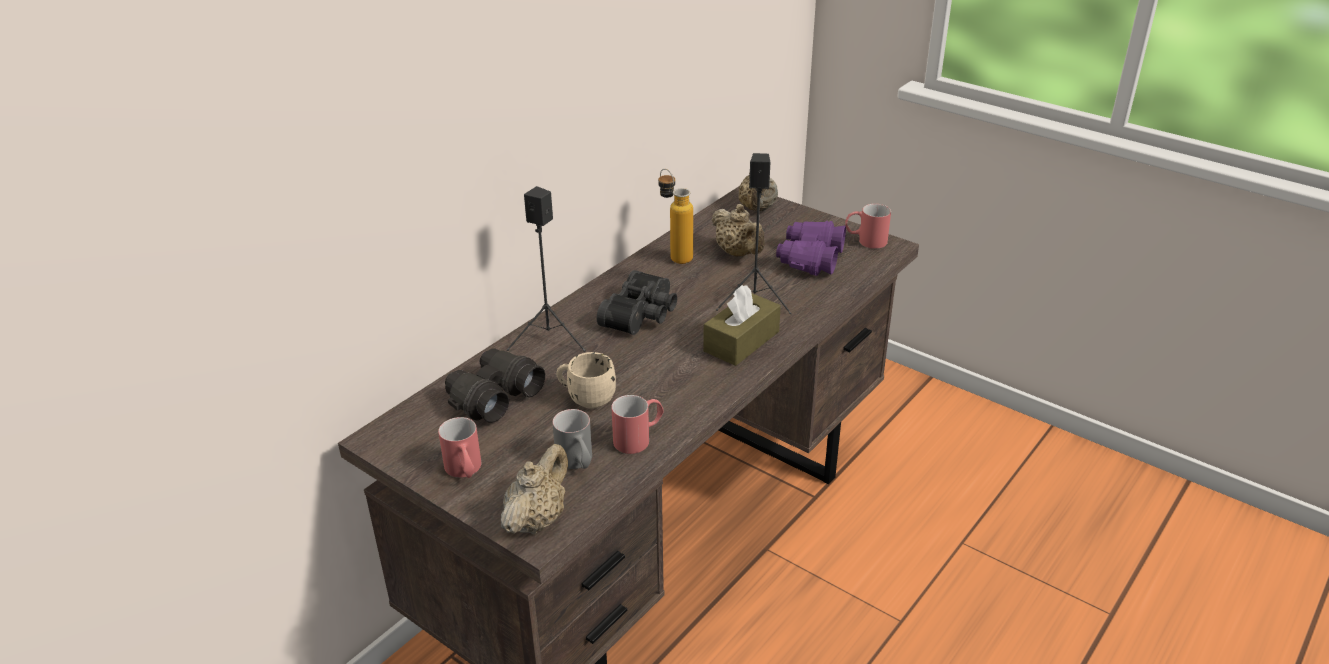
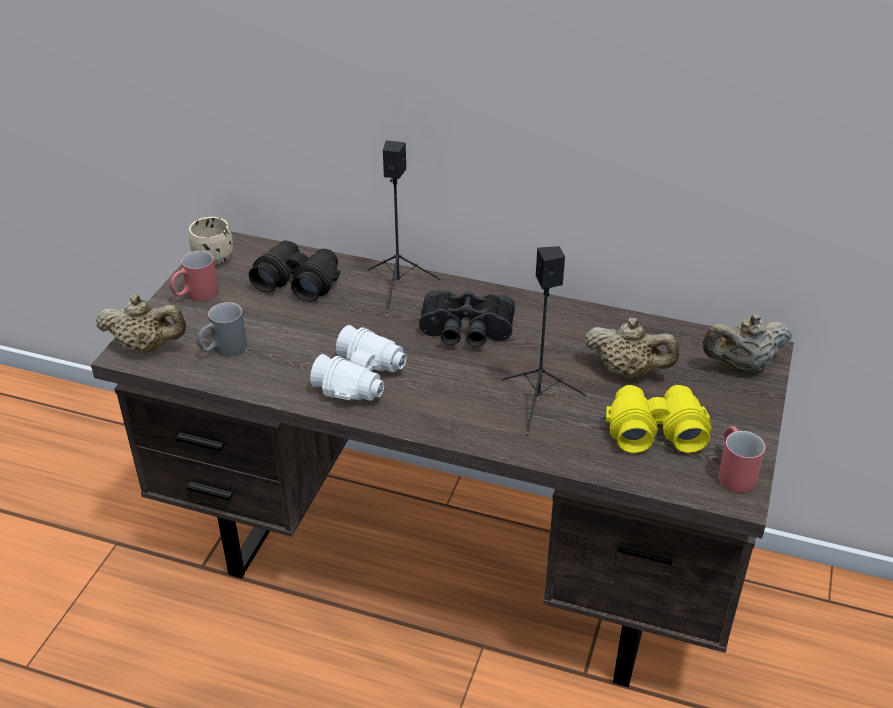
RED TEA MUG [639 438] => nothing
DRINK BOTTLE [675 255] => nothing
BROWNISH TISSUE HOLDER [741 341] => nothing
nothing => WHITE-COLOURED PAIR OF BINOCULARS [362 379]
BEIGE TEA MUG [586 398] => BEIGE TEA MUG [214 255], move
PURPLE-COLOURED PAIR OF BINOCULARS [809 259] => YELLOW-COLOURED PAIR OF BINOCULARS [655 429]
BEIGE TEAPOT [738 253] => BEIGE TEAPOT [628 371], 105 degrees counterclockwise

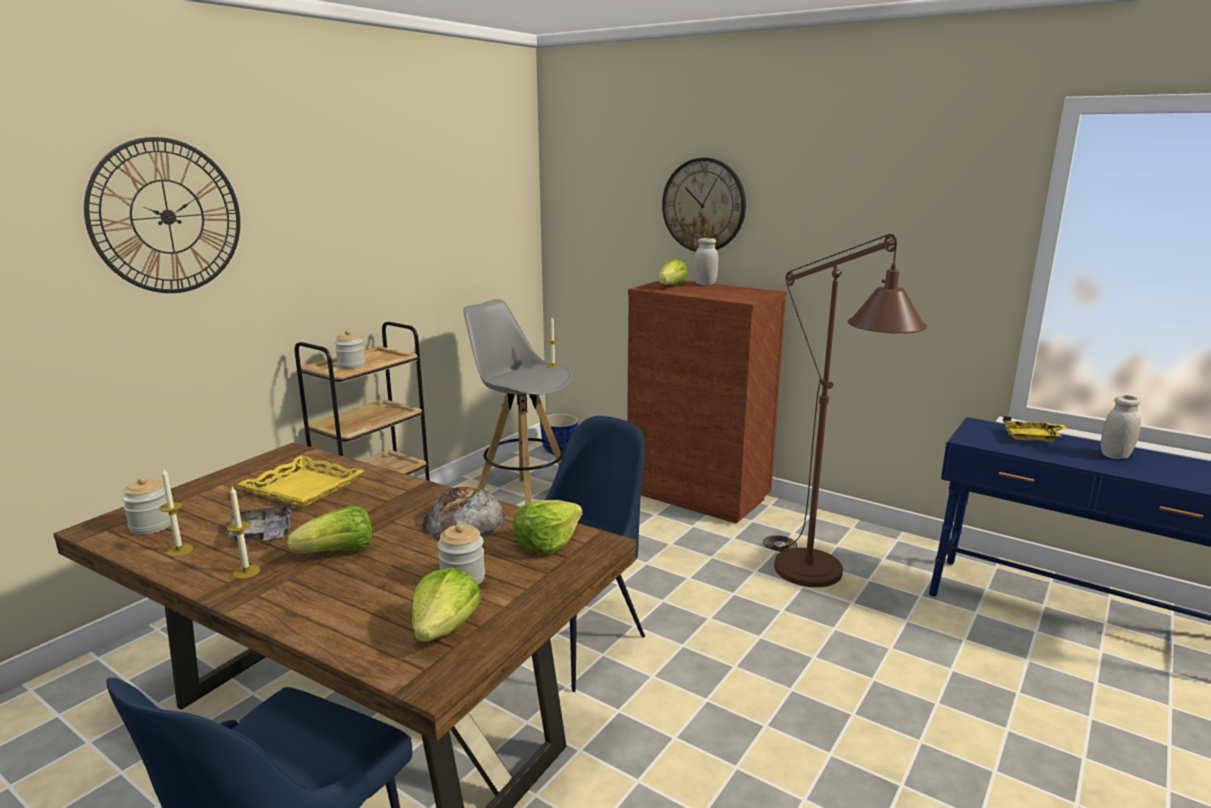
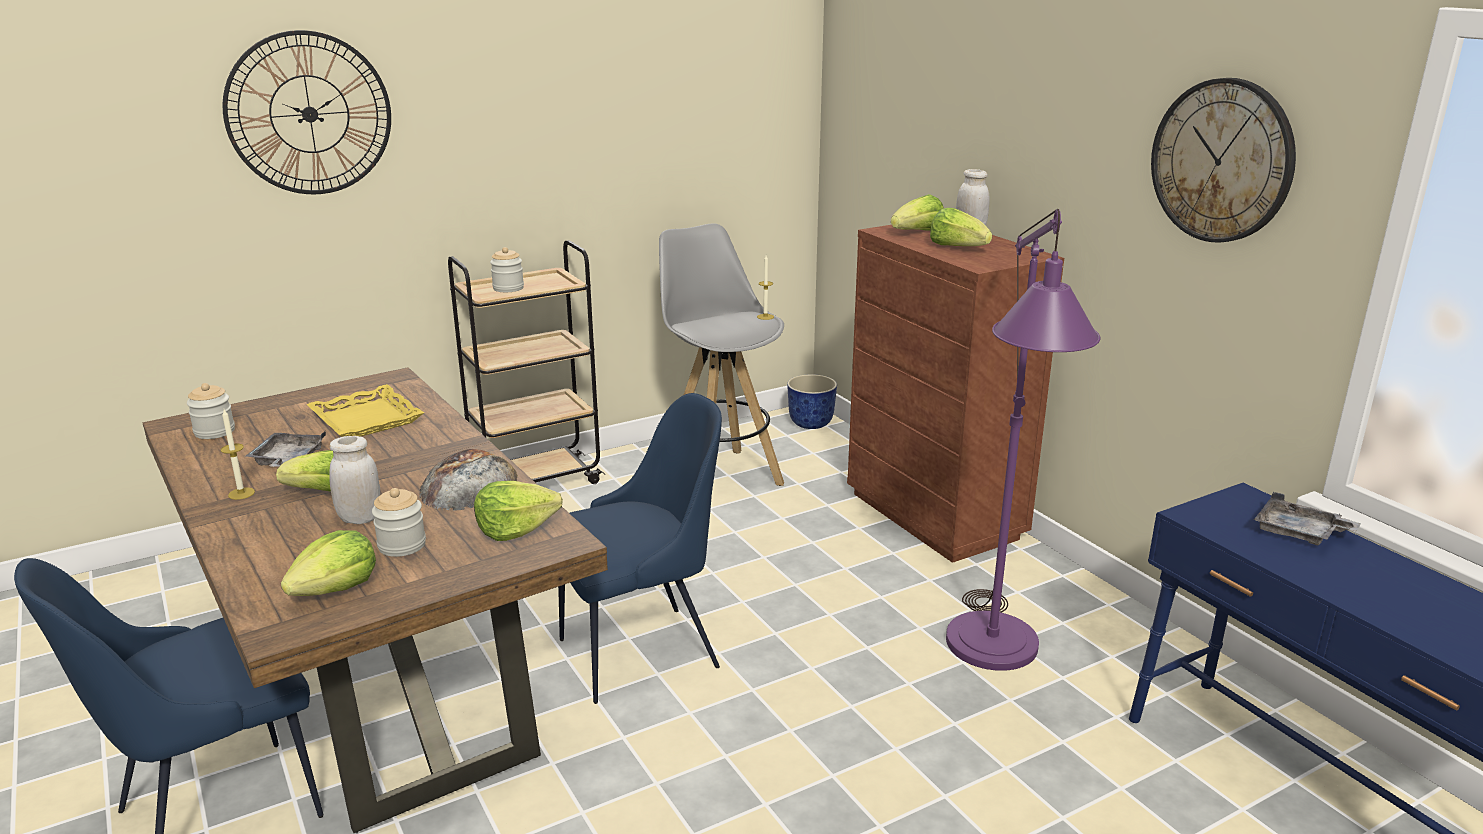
WAX CANDLE [179 550] => nothing
nothing => HEAD OF LETTUCE [957 247]
WALL CLOCK [704 205] => WALL CLOCK [1222 161], move
WHITE-COLOURED PRESERVE JAR [1115 456] => WHITE-COLOURED PRESERVE JAR [360 518], move
BROWNISH FLOOR LAMP [818 579] => PURPLE-COLOURED FLOOR LAMP [993 659]
YELLOW-COLOURED CARRYING TRAY [1032 438] => GRAY CARRYING TRAY [1299 533]

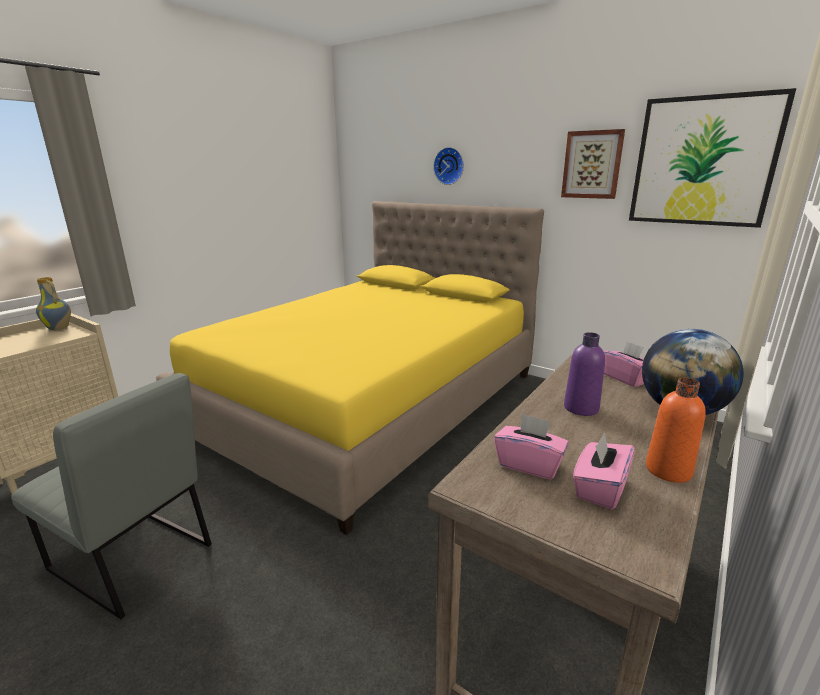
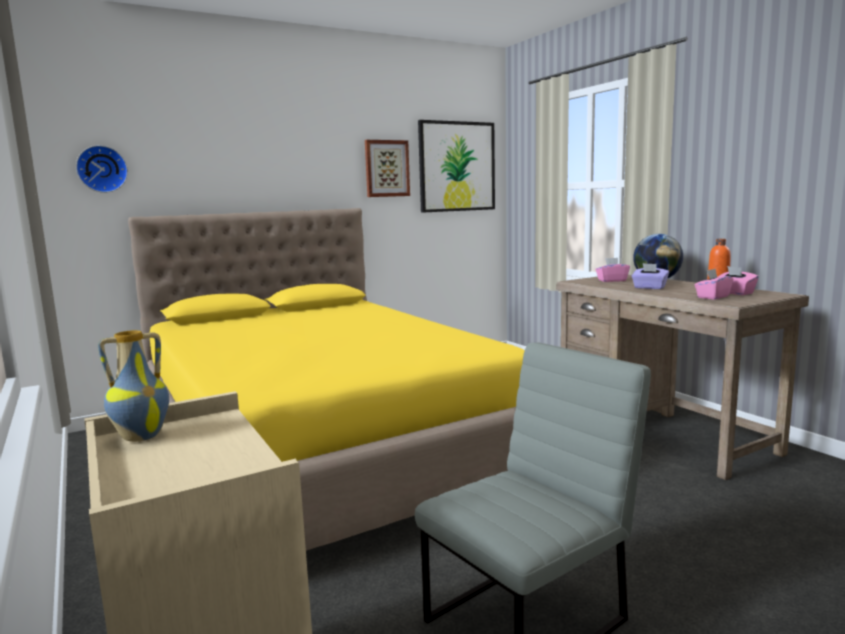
WALL CLOCK [449 166] => WALL CLOCK [102 169], move
PURPLE-COLOURED DRINK BOTTLE [581 408] => PURPLE-COLOURED TISSUE HOLDER [649 288]

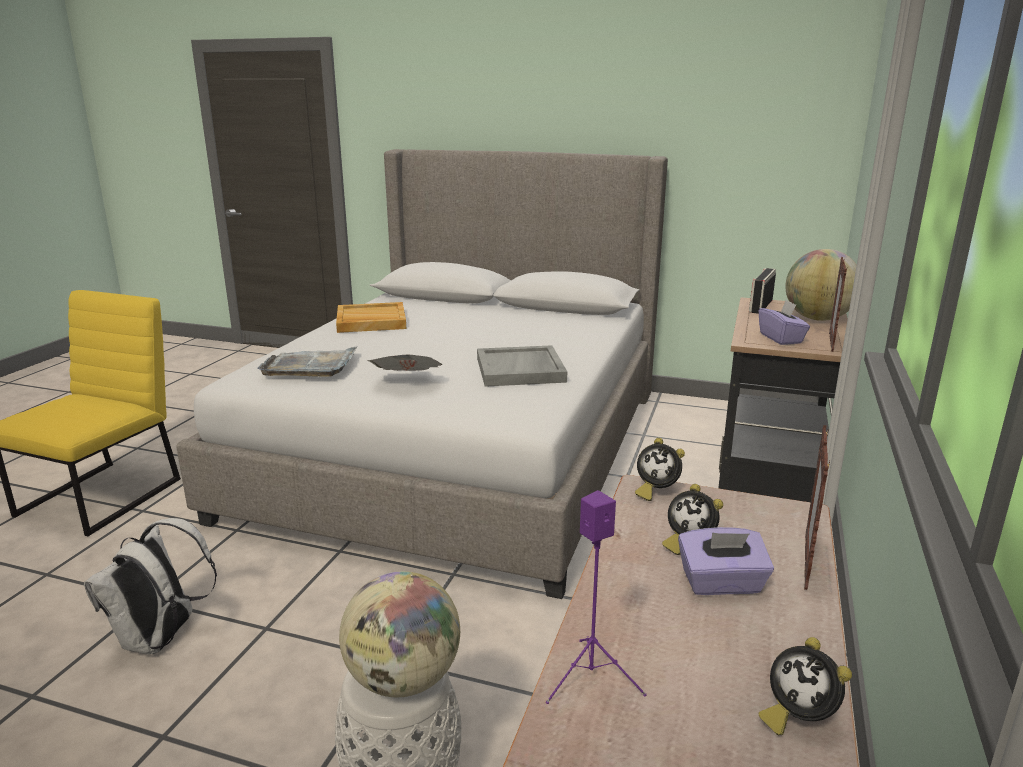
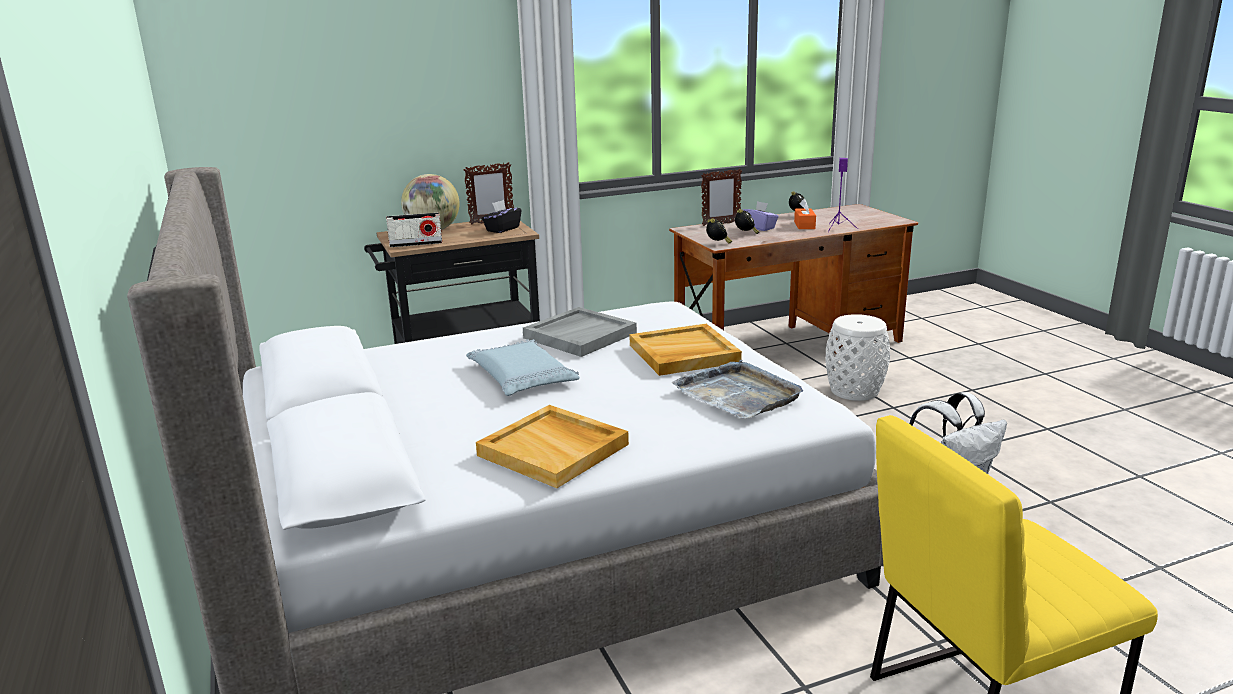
GLOBE [403 680] => nothing
nothing => BLUE THROW PILLOW [521 375]
nothing => ORANGEY TISSUE HOLDER [804 225]
DAILY PAPER [407 382] => BEIGE CARRYING TRAY [683 354]
PURPLE-COLOURED TISSUE HOLDER [781 338] => BLACK TISSUE HOLDER [502 229]

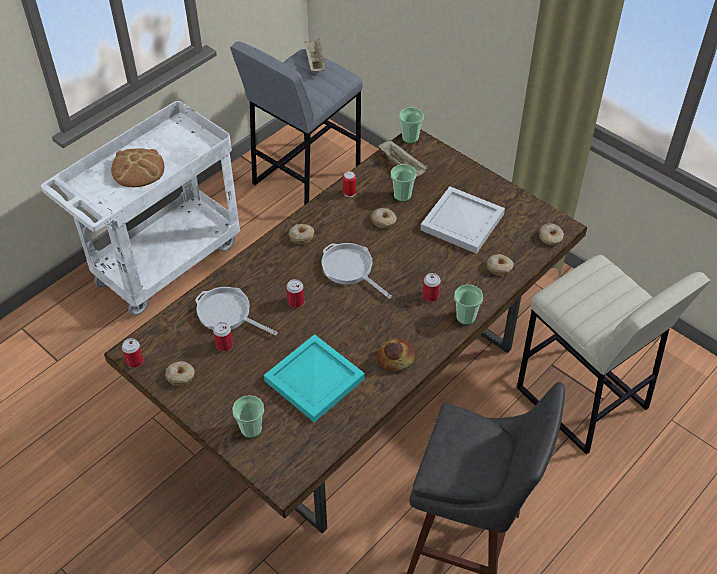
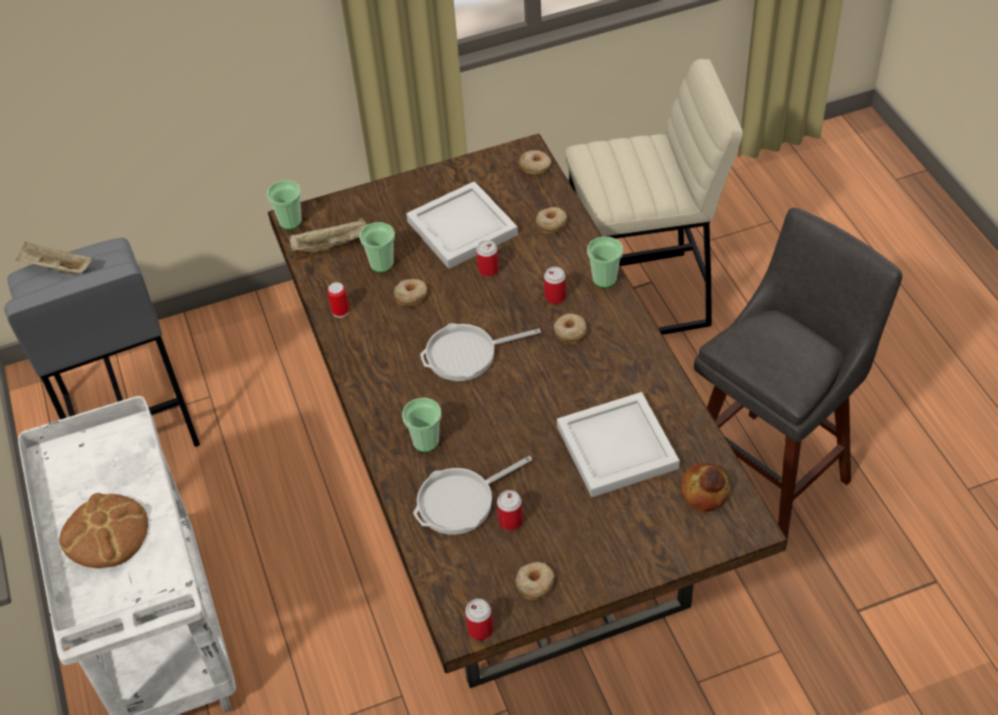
CUP [251 429] => CUP [426 442], move
METAL CAN [296 302] => METAL CAN [488 270], move
DOUGHNUT [301 236] => DOUGHNUT [570 332], move
BAKERY BREAD [395 359] => BAKERY BREAD [705 492], move
BLUE-GREEN CARRYING TRAY [314 381] => WHITE-COLOURED CARRYING TRAY [619 448]

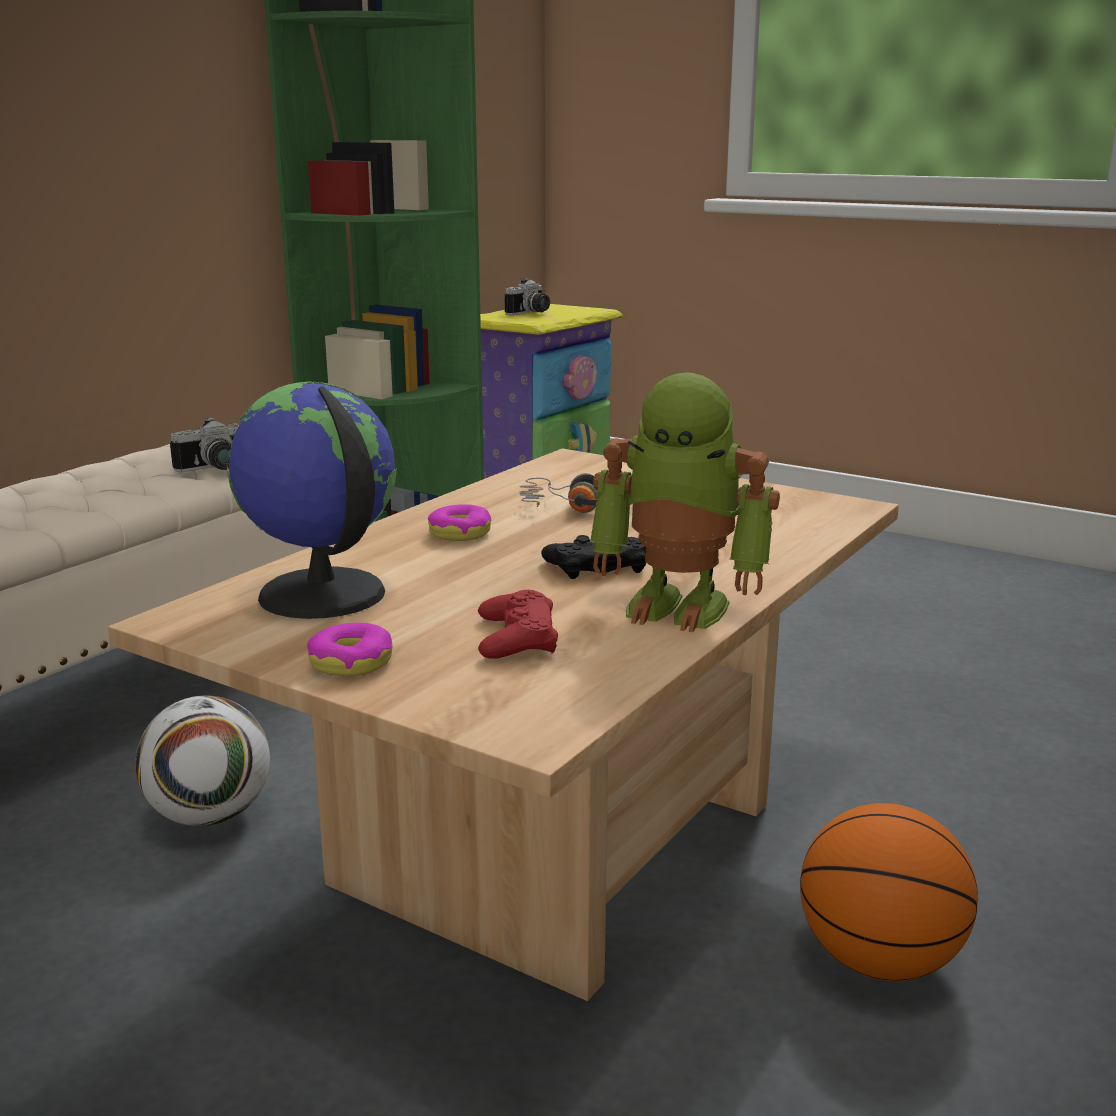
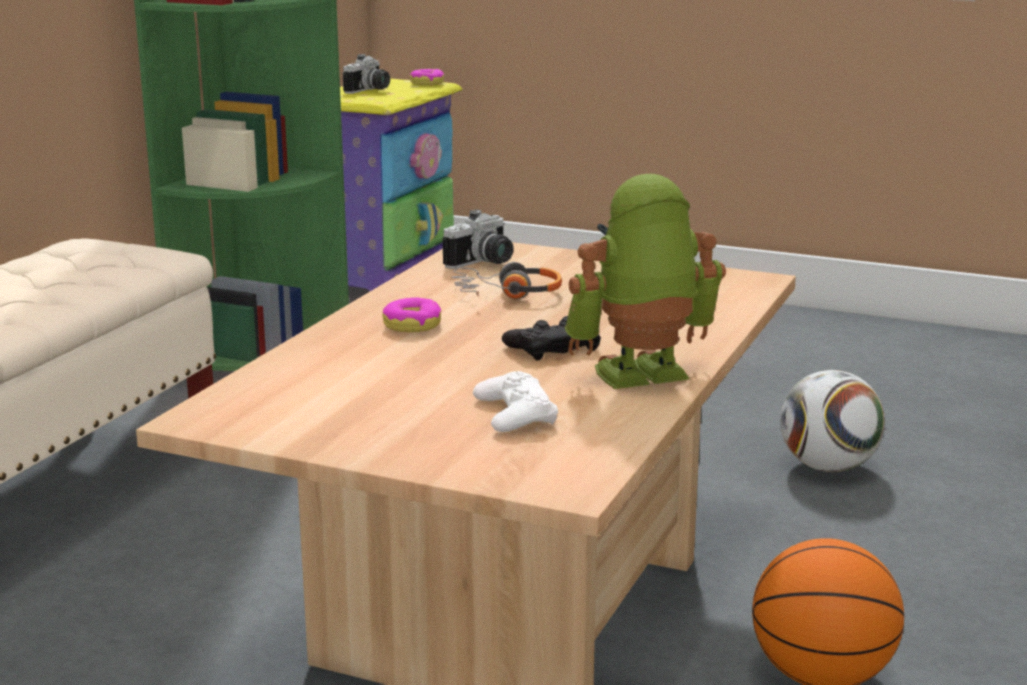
GLOBE [320 595] => nothing
FOOTBALL BALL [210 816] => FOOTBALL BALL [828 467], move
STILL CAMERA [214 468] => STILL CAMERA [484 263], move
DOUGHNUT [351 662] => DOUGHNUT [427 83], move
RED GAME CONTROLLER [516 637] => WHITE-COLOURED GAME CONTROLLER [515 413]
TOY ROBOT [680 605] => TOY ROBOT [642 376], 150 degrees clockwise

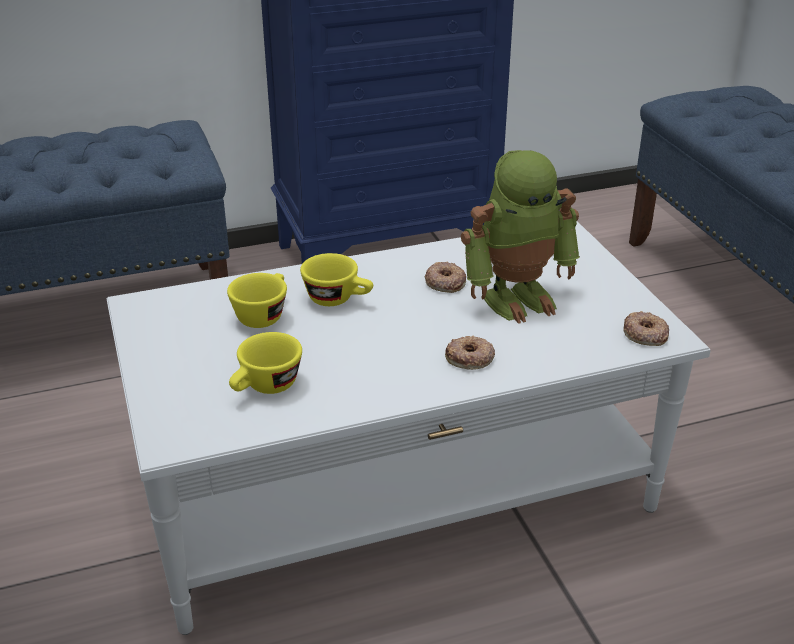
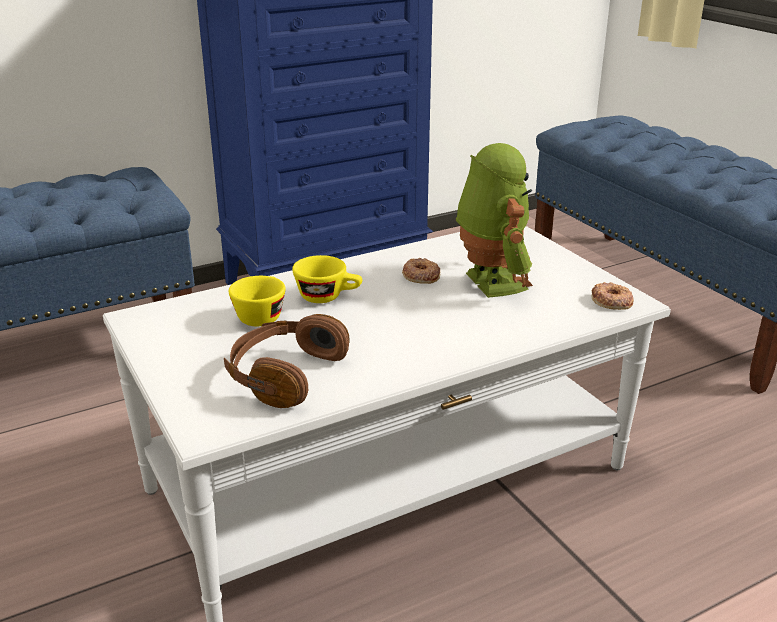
DOUGHNUT [470 358] => nothing
YELLOW-COLOURED CUP [265 388] => BROWNISH PAIR OF HEADPHONES [284 375]
TOY ROBOT [517 297] => TOY ROBOT [489 282], 75 degrees counterclockwise

